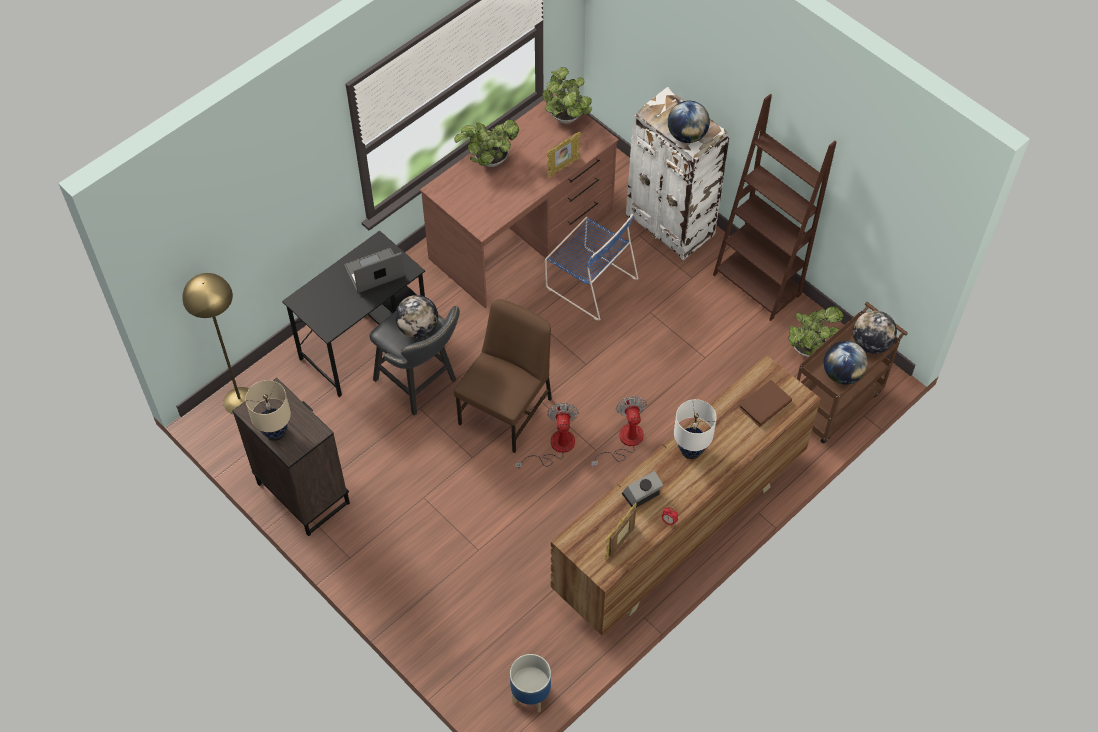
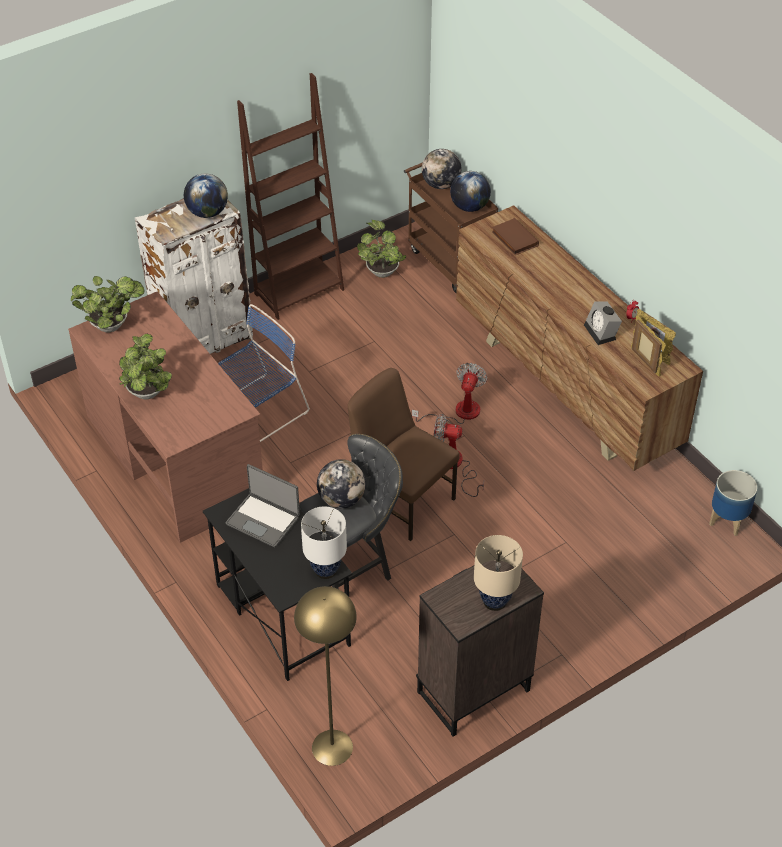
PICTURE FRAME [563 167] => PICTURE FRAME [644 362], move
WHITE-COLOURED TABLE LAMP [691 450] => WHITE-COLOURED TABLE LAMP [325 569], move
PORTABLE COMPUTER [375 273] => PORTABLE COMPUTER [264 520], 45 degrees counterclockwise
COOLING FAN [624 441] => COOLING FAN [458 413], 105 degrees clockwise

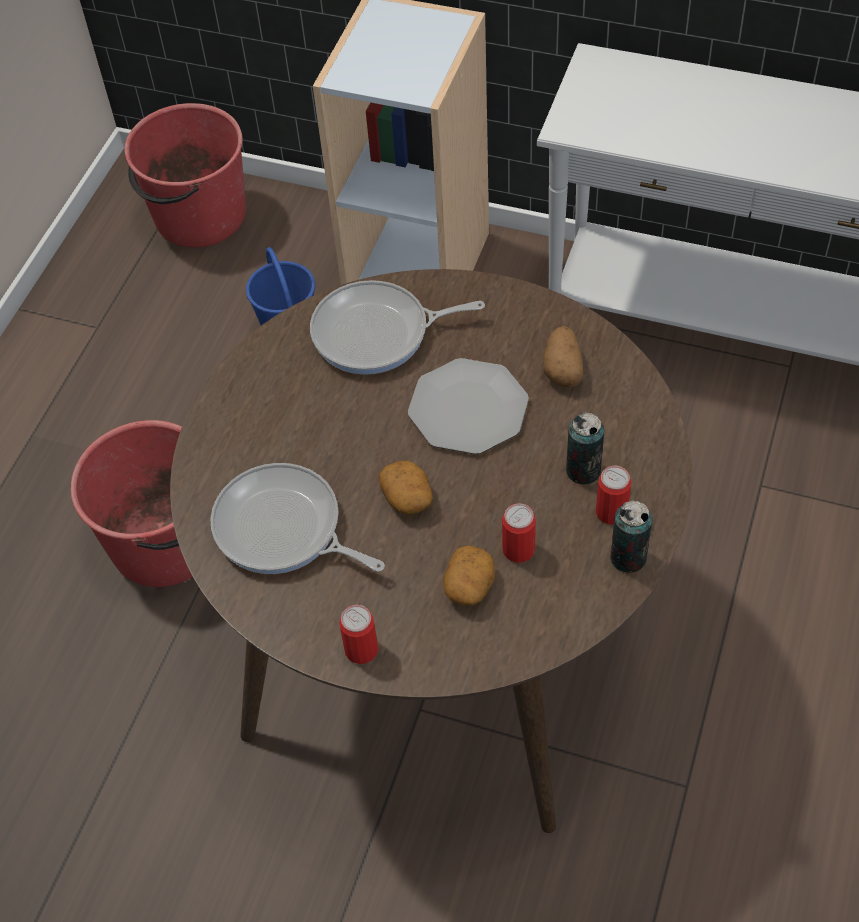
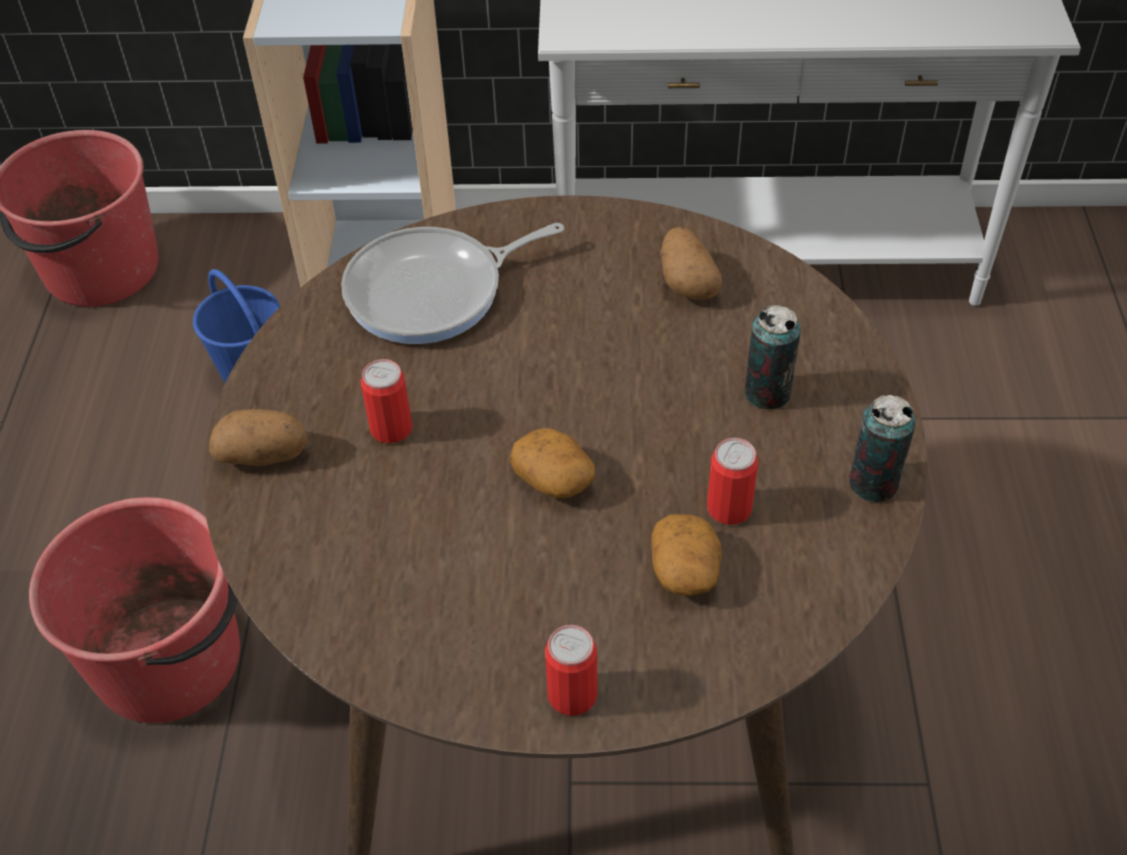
PAN [283 529] => nothing
FLAT DISH [468 409] => nothing
nothing => POTATO [264 455]
METAL CAN [611 512] => METAL CAN [391 428], move

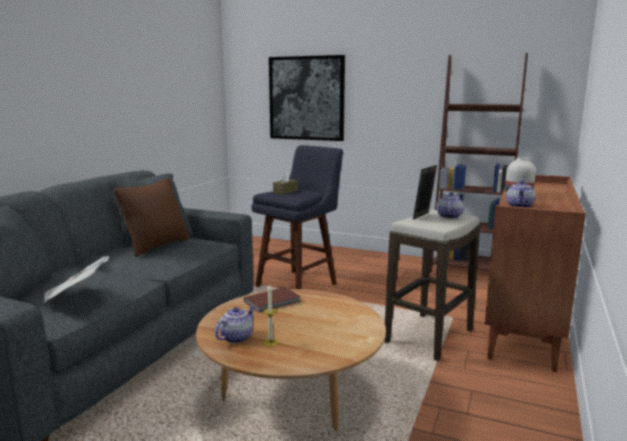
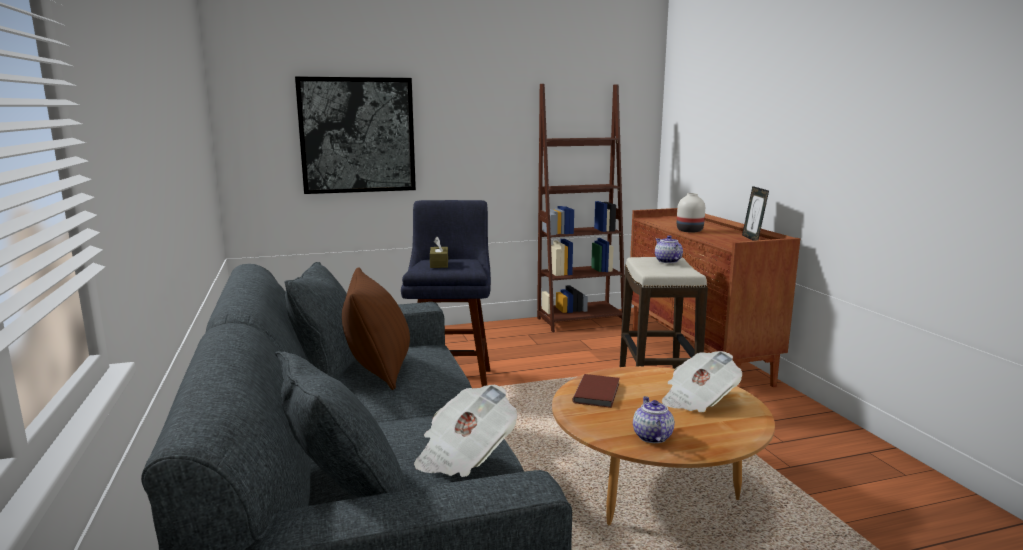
WAX CANDLE [270 342] => nothing
TEAPOT [519 206] => nothing
nothing => DAILY PAPER [698 400]
PICTURE FRAME [423 216] => PICTURE FRAME [752 238], move

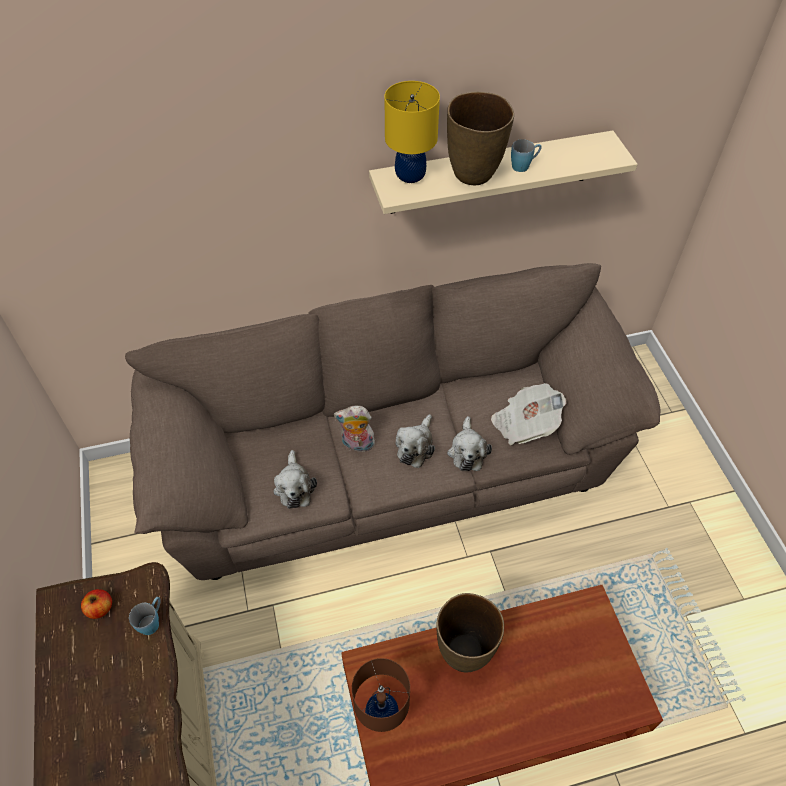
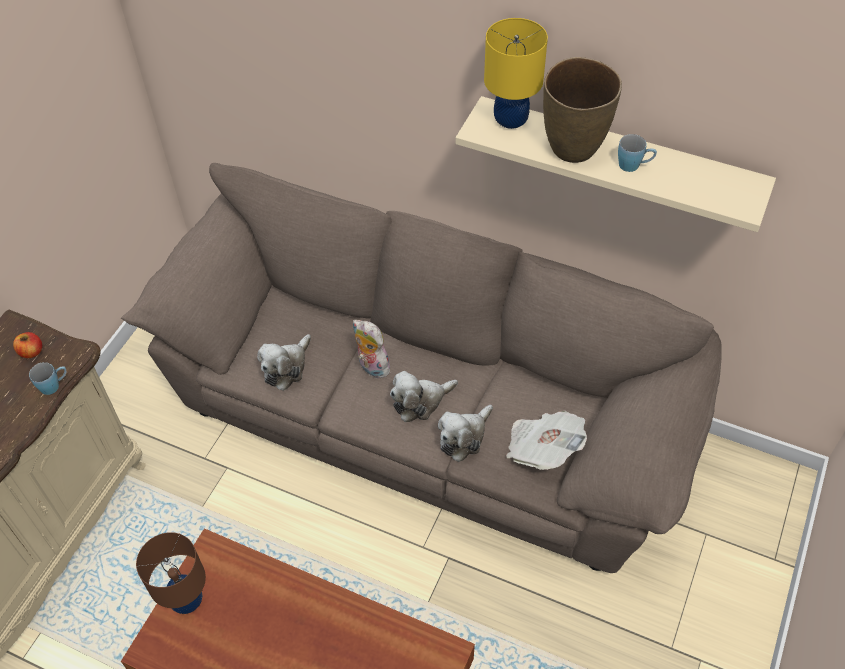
BROWNISH DECORATIVE VASE [464 651] => nothing

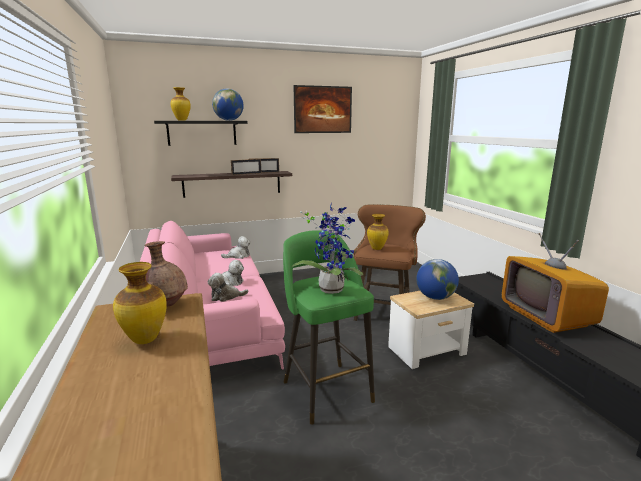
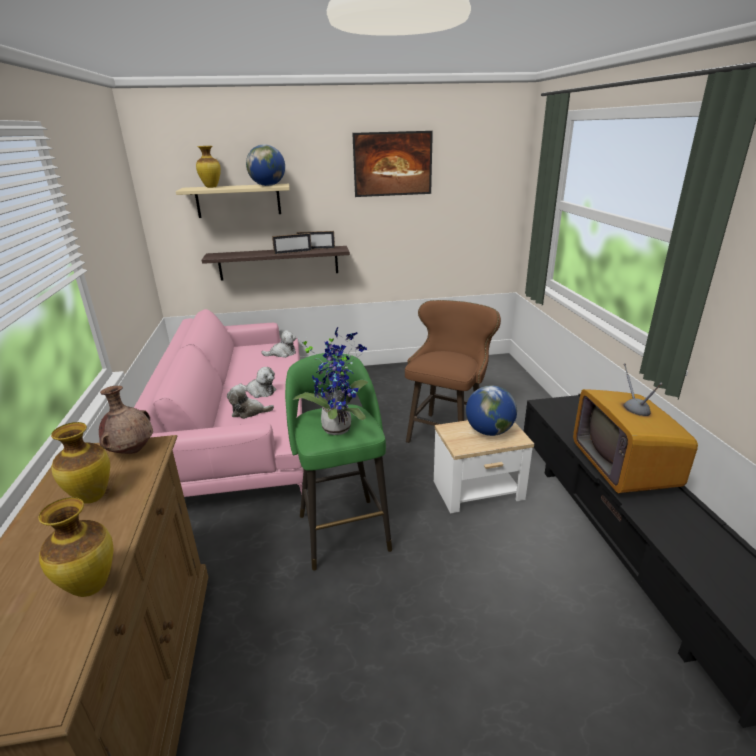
DECORATIVE VASE [377 248] => DECORATIVE VASE [92 586], move
BLACK SHELF [202 133] => BEIGE SHELF [238 200]

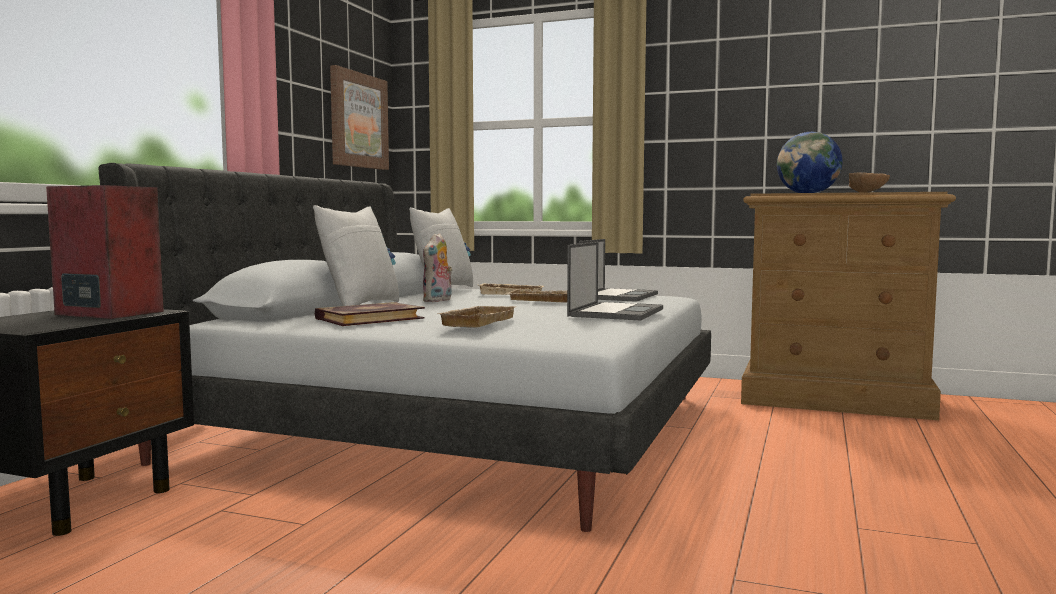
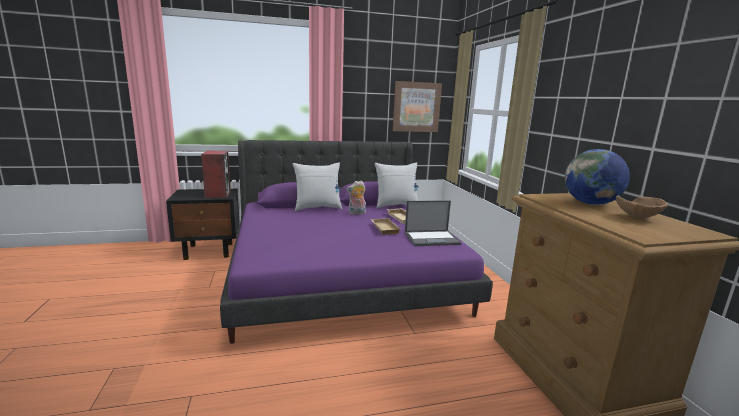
BOUND BOOK [369 318] => nothing
BEIGE CARRYING TRAY [475 321] => nothing
PORTABLE COMPUTER [616 312] => nothing
GRAY BED [457 426] => PURPLE-COLOURED BED [342 275]

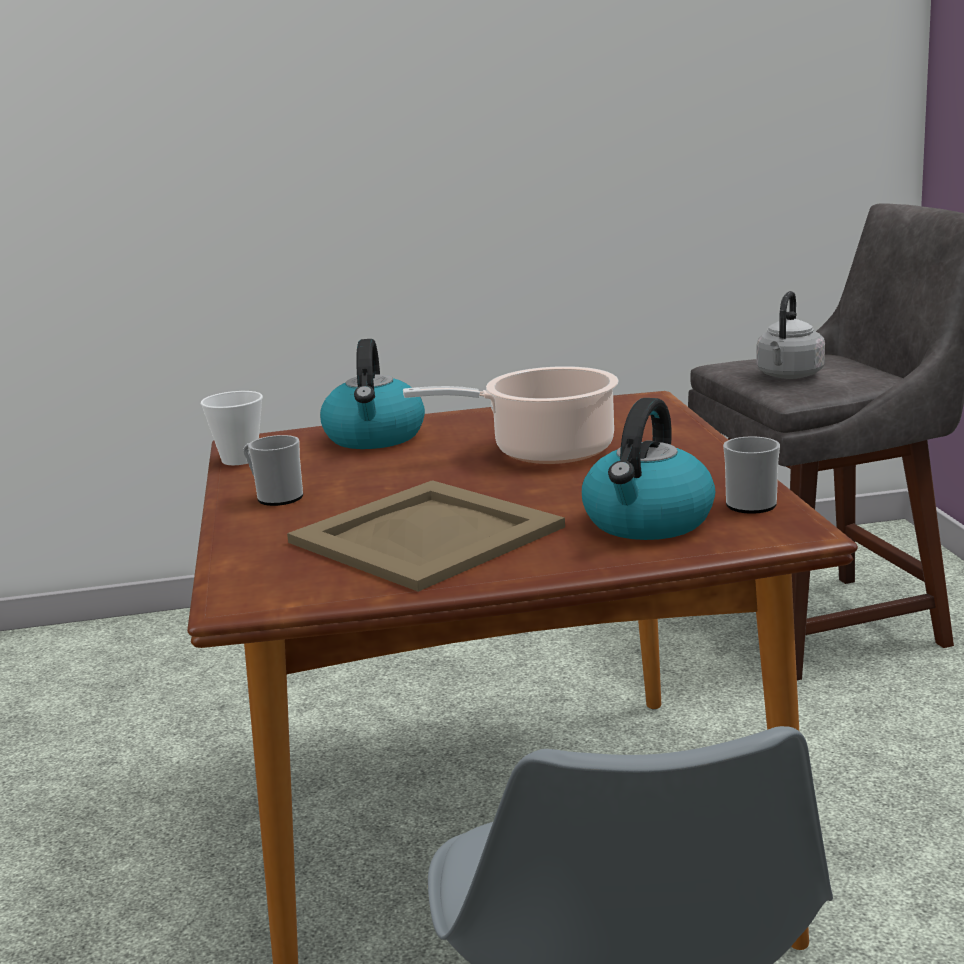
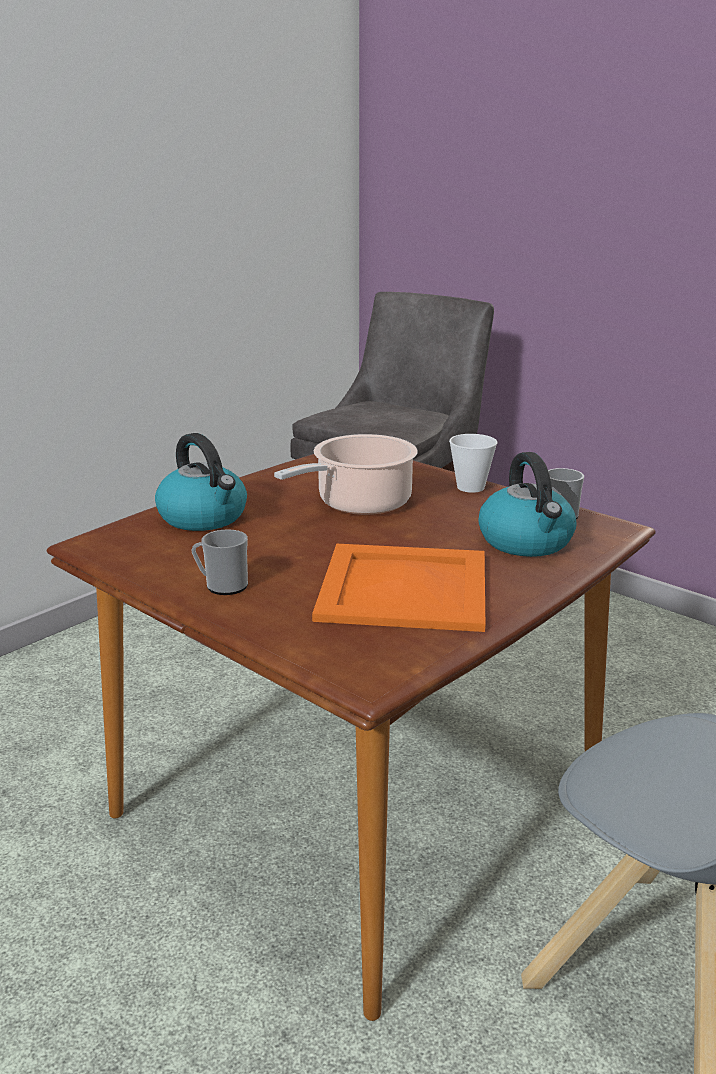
GRAY KETTLE [789 376] => nothing
CUP [239 459] => CUP [470 487], move
BEIGE CARRYING TRAY [426 536] => ORANGEY CARRYING TRAY [405 588]

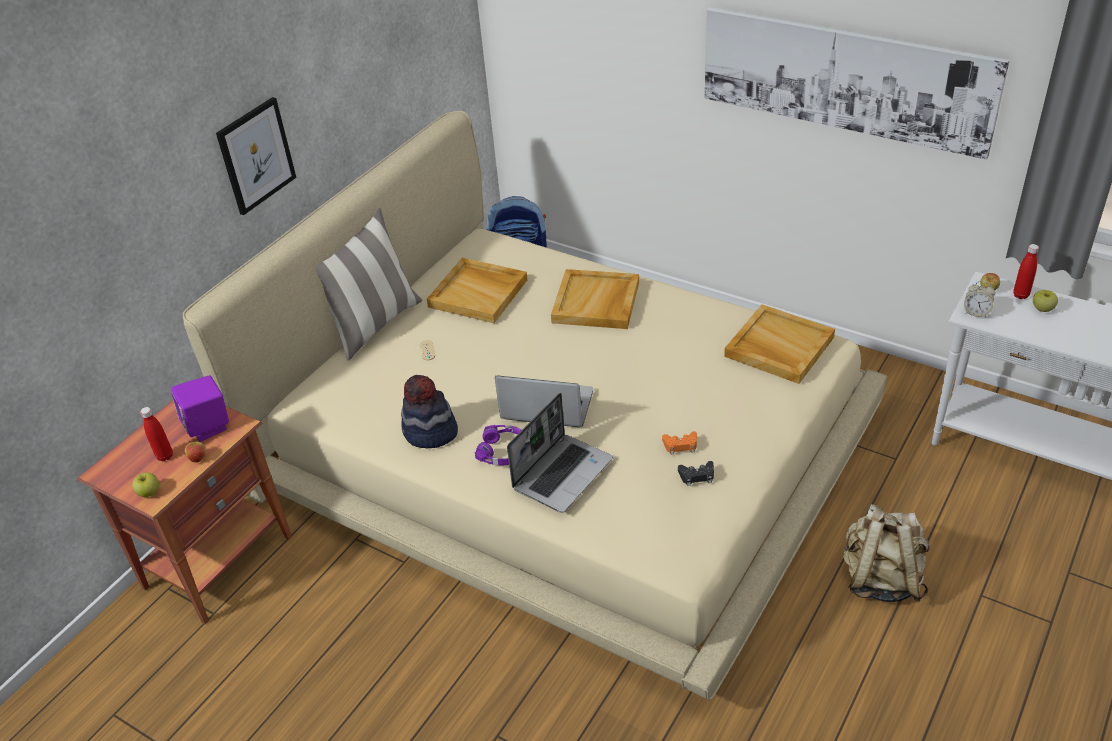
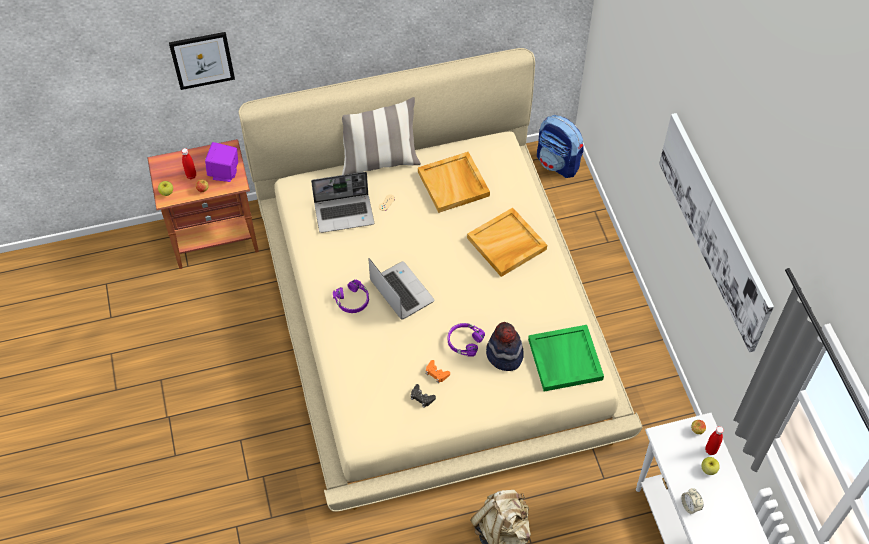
nothing => PURPLE-COLOURED PAIR OF HEADPHONES [464 341]
WALL ART [256 155] => WALL ART [202 60], move
CLOTHING HAT [430 432] => CLOTHING HAT [504 355], move
PORTABLE COMPUTER [562 473] => PORTABLE COMPUTER [345 213], move
TABLE CLOCK [976 312] => TABLE CLOCK [690 506], move
BEIGE CARRYING TRAY [778 347] => GREEN CARRYING TRAY [564 359]

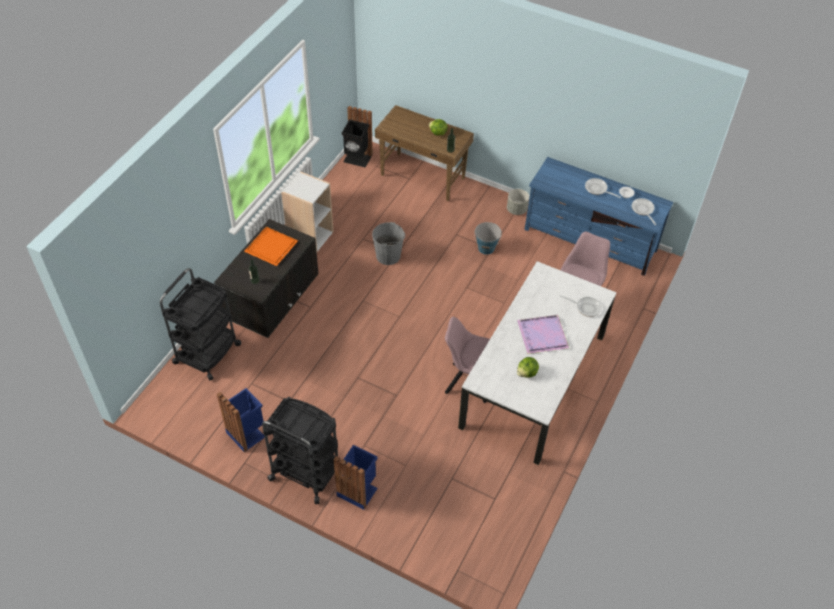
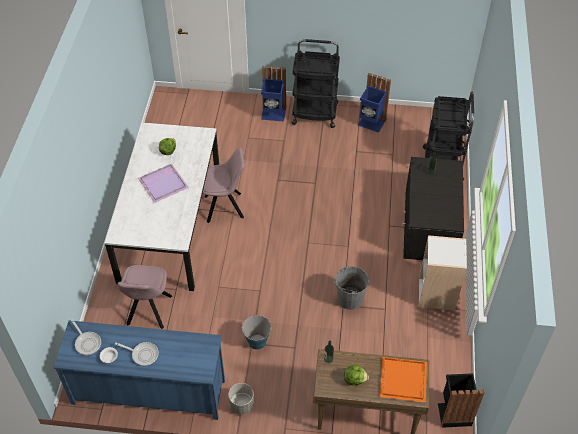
PAN [586 307] => nothing
ORANGEY CARRYING TRAY [271 248] => ORANGEY CARRYING TRAY [402 379], move

